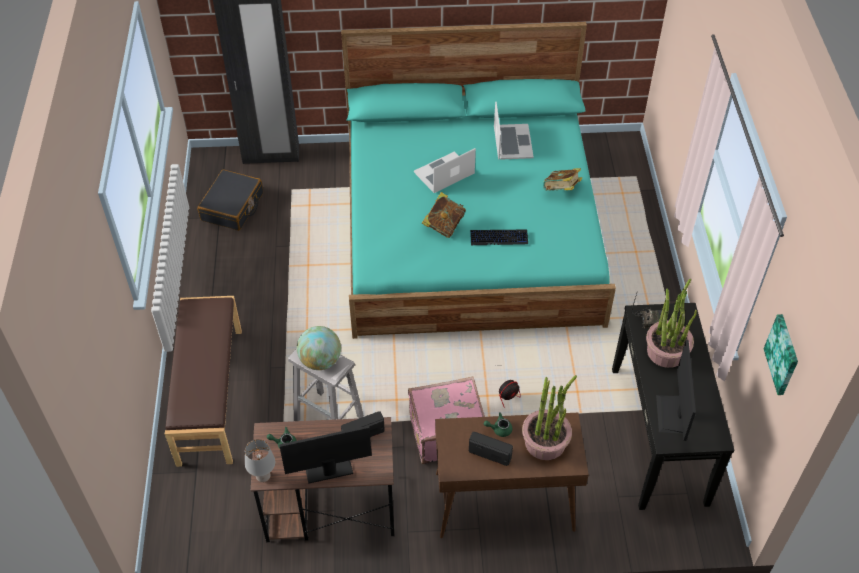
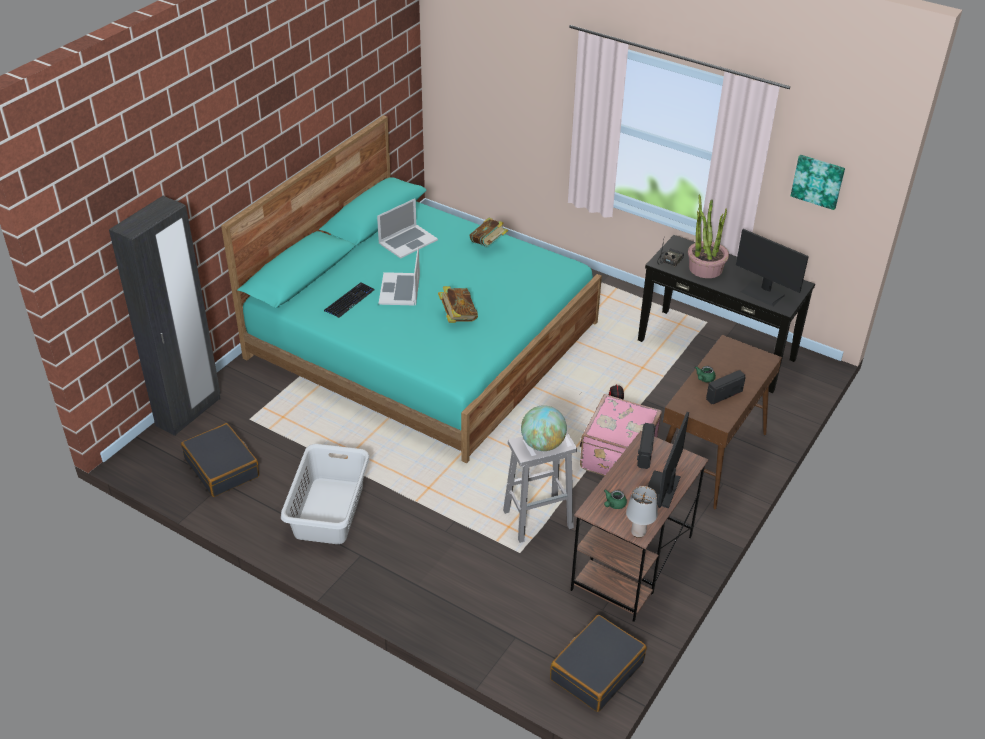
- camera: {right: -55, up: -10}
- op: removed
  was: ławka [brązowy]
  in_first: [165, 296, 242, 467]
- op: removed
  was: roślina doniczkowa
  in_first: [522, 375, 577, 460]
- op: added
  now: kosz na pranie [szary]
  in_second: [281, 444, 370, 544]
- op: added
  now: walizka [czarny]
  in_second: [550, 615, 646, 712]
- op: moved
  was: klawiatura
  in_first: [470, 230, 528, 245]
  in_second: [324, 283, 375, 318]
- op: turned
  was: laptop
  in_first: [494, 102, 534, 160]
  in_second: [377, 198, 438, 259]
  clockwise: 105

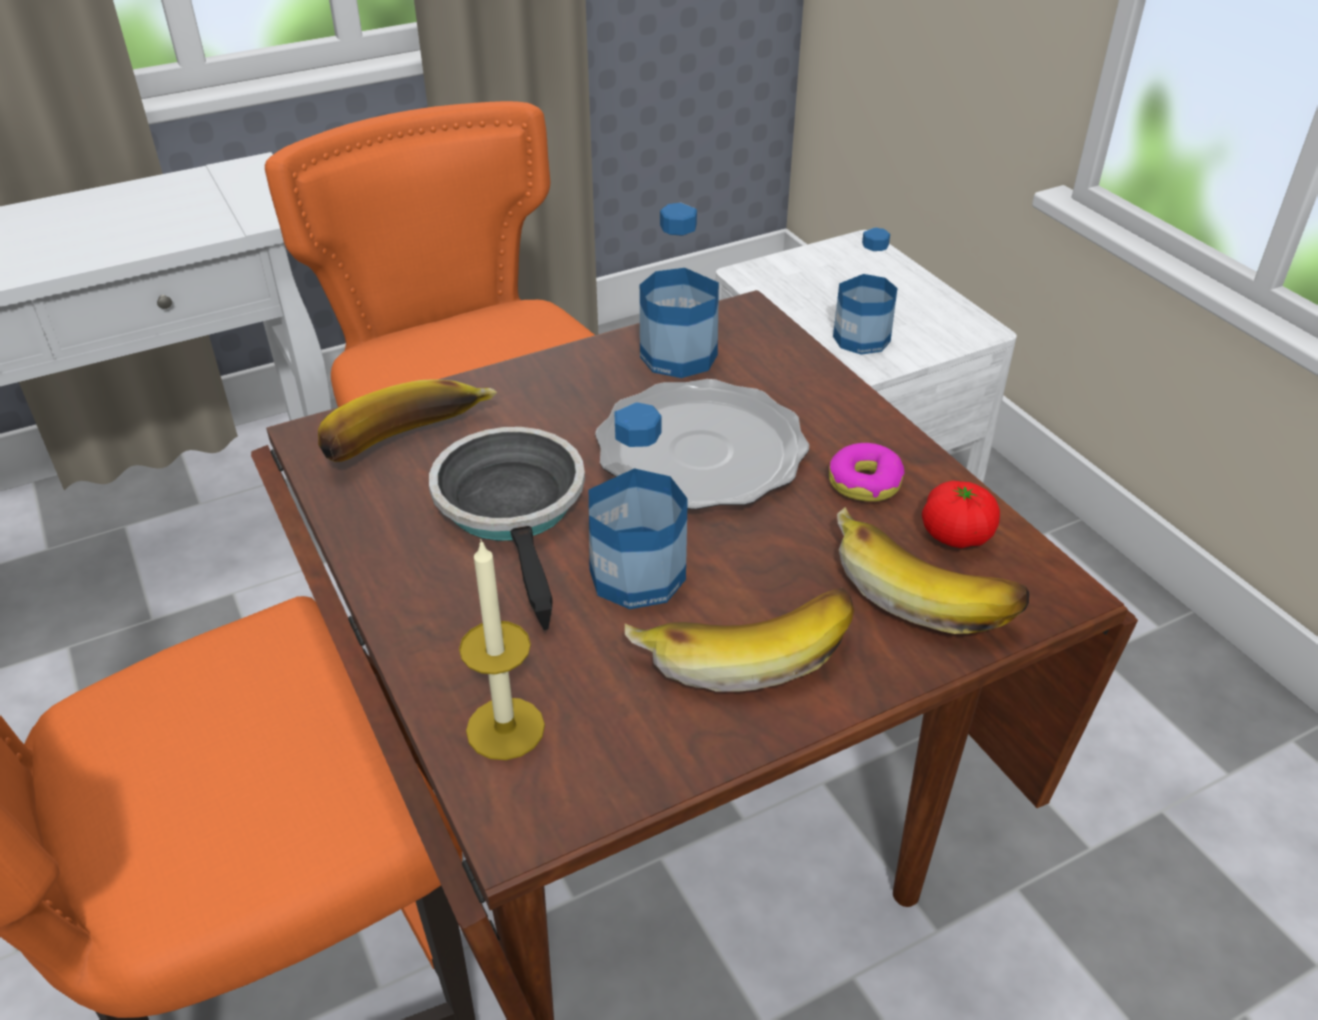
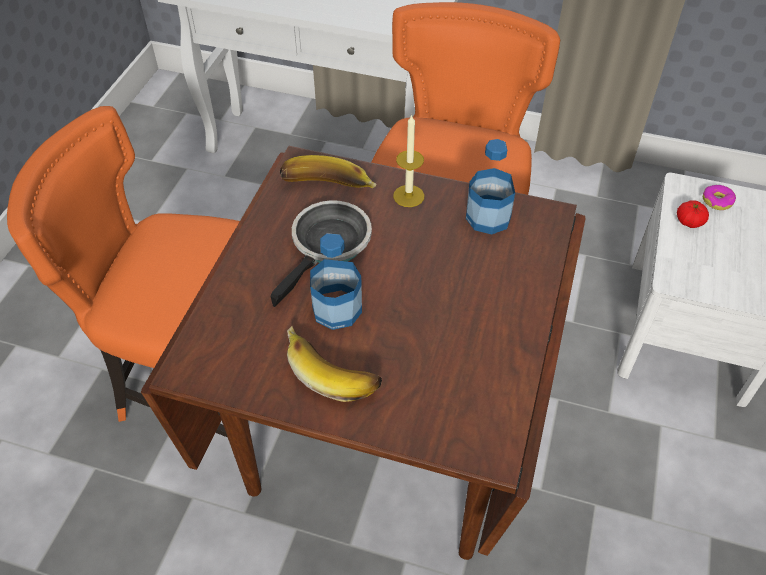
- camera: {right: 45, up: 10}
- op: removed
  was: talerz
  in_first: [595, 379, 809, 510]
- op: removed
  was: butelka
  in_first: [833, 228, 897, 354]
- op: removed
  was: banan
  in_first: [837, 507, 1029, 634]
- op: moved
  was: świeca
  in_first: [459, 539, 545, 760]
  in_second: [393, 114, 424, 207]
- op: moved
  was: donut
  in_first: [829, 443, 905, 502]
  in_second: [703, 185, 736, 210]
- op: moved
  was: pomidor
  in_first: [922, 481, 1000, 548]
  in_second: [677, 200, 709, 228]

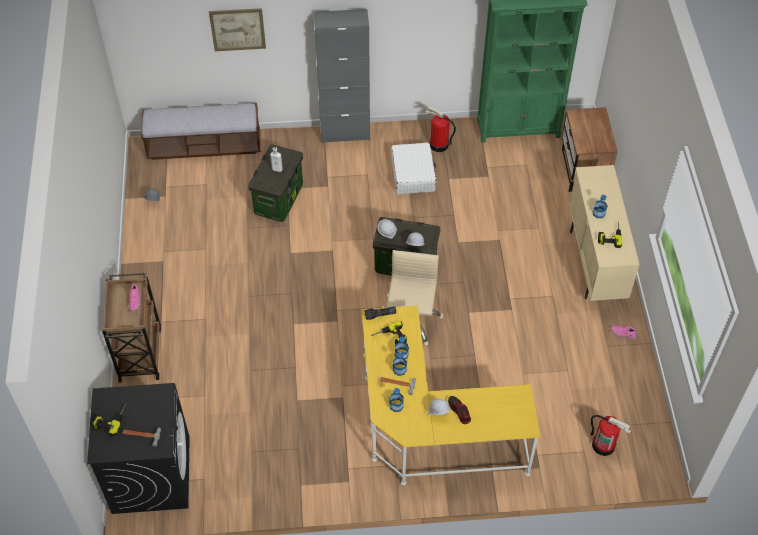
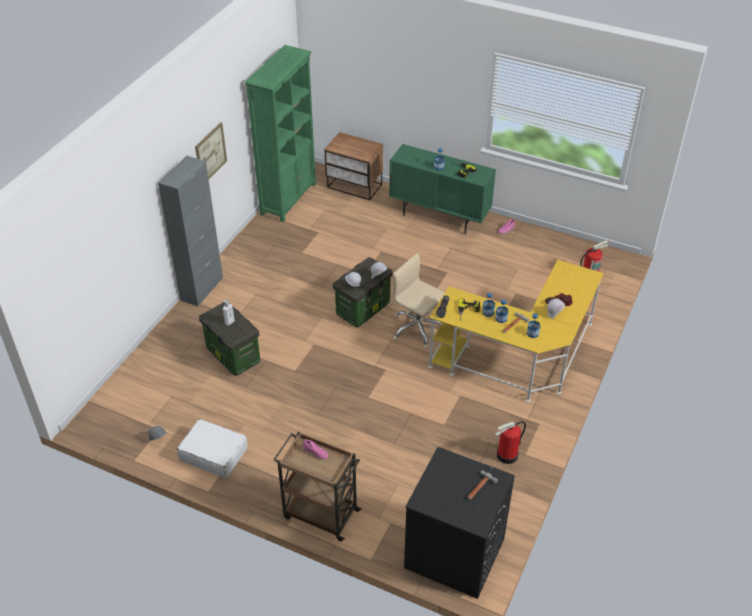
- camera: {right: -60, up: -10}
- op: removed
  was: wiertarka
  in_first: [92, 404, 126, 436]
- op: removed
  was: ławka
  in_first: [141, 103, 261, 160]
- op: moved
  was: obraz
  in_first: [209, 8, 266, 51]
  in_second: [195, 122, 227, 179]
- op: moved
  was: walizka [biały]
  in_first: [391, 142, 436, 194]
  in_second: [177, 419, 248, 478]
- op: moved
  was: gaśnica
  in_first: [425, 106, 456, 152]
  in_second: [495, 421, 526, 464]
- op: recoloured
  was: szafka [beżowy]
  now: szafka [zielony]
  in_first: [568, 165, 640, 301]
  in_second: [389, 144, 496, 234]

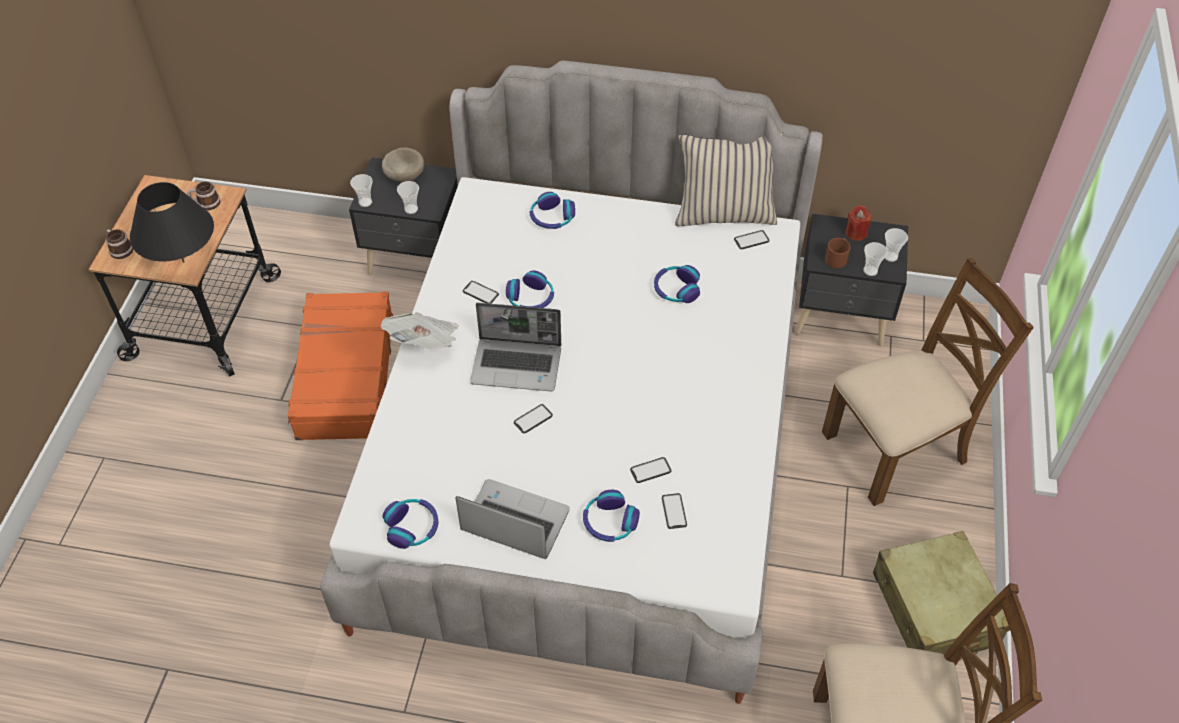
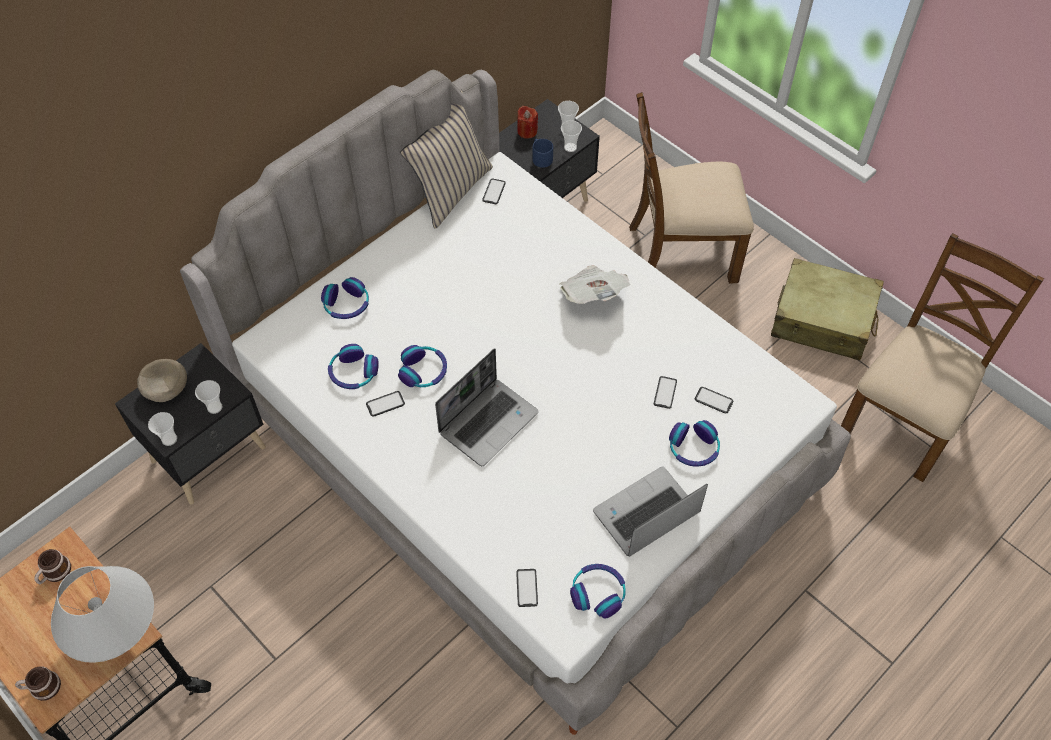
- camera: {right: -55, up: 5}
- op: removed
  was: walizka [pomarańczowy]
  in_first: [288, 291, 393, 440]
- op: moved
  was: gazeta
  in_first: [381, 312, 459, 349]
  in_second: [559, 265, 630, 304]
- op: moved
  was: telefon
  in_first: [514, 404, 553, 433]
  in_second: [516, 569, 538, 607]
- op: moved
  was: słuchawki
  in_first: [654, 265, 700, 303]
  in_second: [328, 344, 379, 389]
- op: recoloured
  was: lampa stołowa [czarny]
  now: lampa stołowa [biały]
  in_first: [130, 182, 214, 263]
  in_second: [51, 566, 154, 663]
- op: recoloured
  was: kubek [brązowy]
  now: kubek [niebieski]
  in_first: [825, 238, 850, 268]
  in_second: [532, 139, 553, 168]
- op: turned
  was: krzesło [brązowy]
  in_first: [822, 258, 1034, 506]
  in_second: [629, 92, 754, 284]
  clockwise: -105

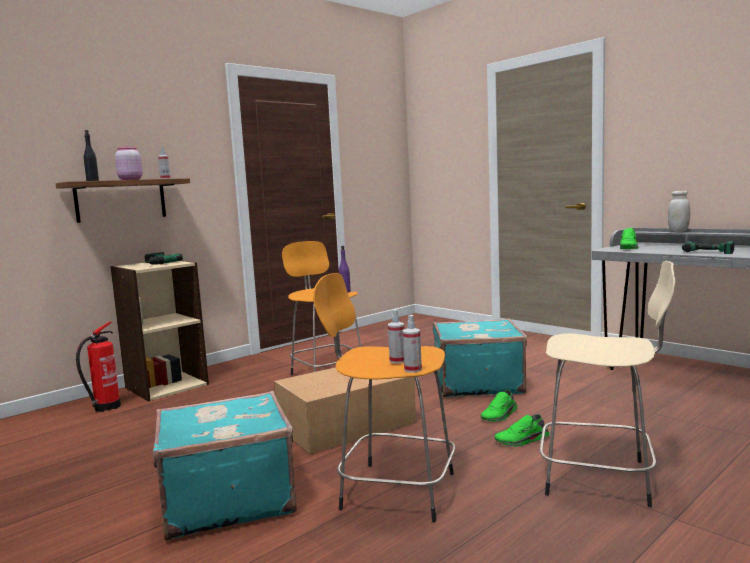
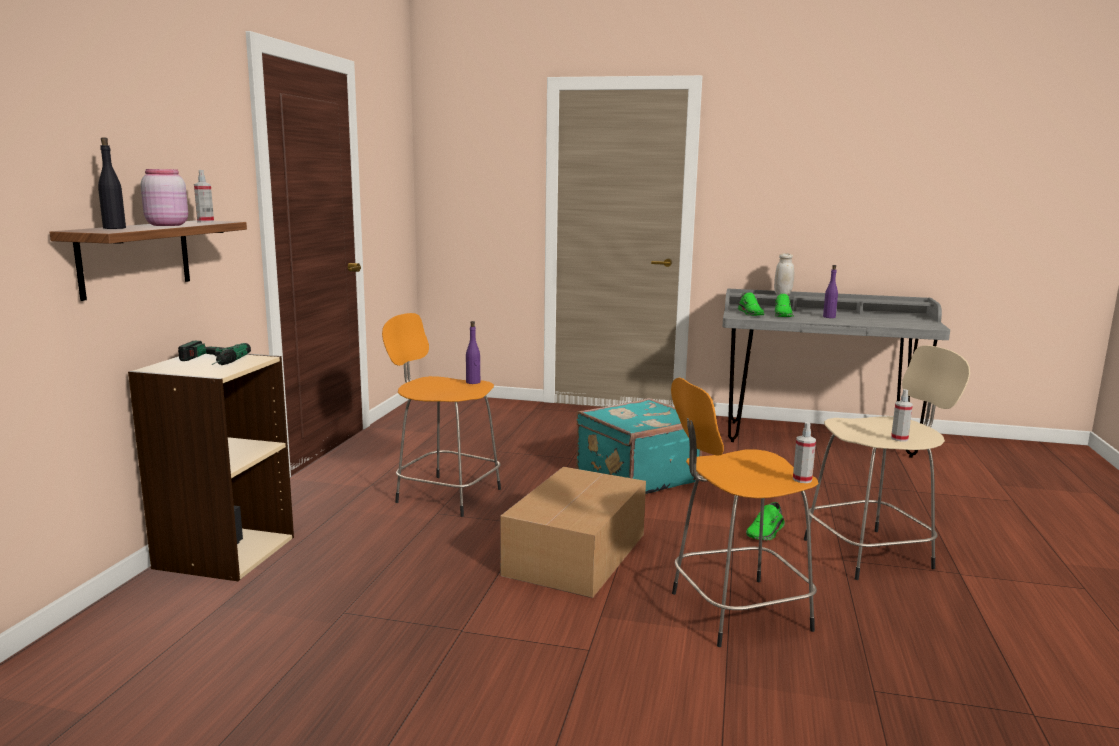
- camera: {right: -35, up: 5}
- op: removed
  was: gaśnica
  in_first: [76, 322, 121, 412]
- op: removed
  was: walizka [turkusowy]
  in_first: [153, 391, 297, 541]
- op: moved
  was: spryskiwacz
  in_first: [388, 310, 404, 364]
  in_second: [891, 389, 913, 442]
- op: moved
  was: but [zielony]
  in_first: [481, 390, 518, 422]
  in_second: [775, 294, 794, 317]
- op: replaced
  was: wiertarka
  now: butelka [fioletowy]
  in_first: [682, 240, 735, 254]
  in_second: [823, 265, 838, 318]

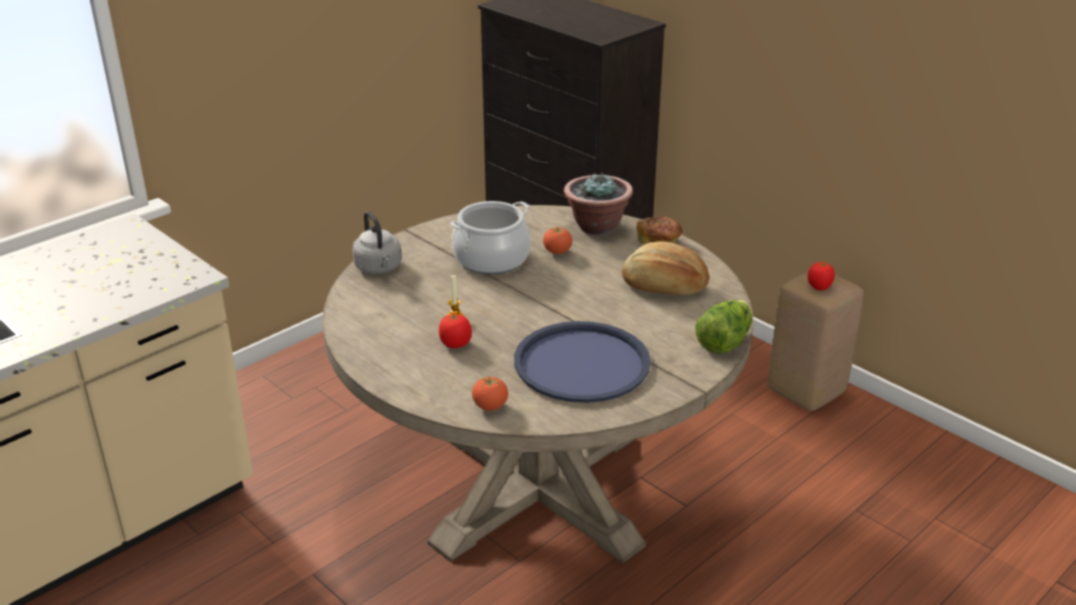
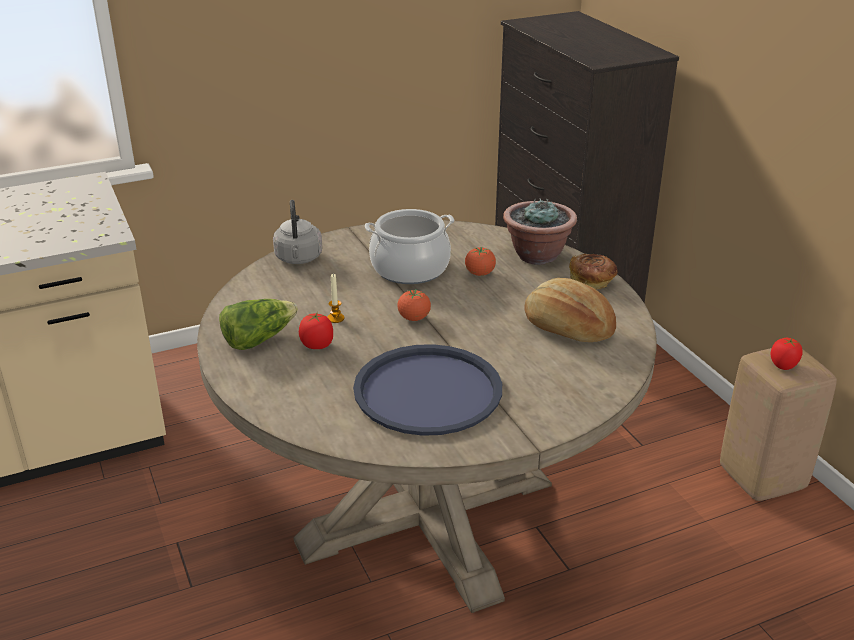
- camera: {right: 20, up: 0}
- op: moved
  was: pomidor
  in_first: [472, 376, 508, 411]
  in_second: [397, 289, 431, 321]
- op: moved
  was: sałata
  in_first: [695, 300, 752, 354]
  in_second: [219, 299, 298, 350]

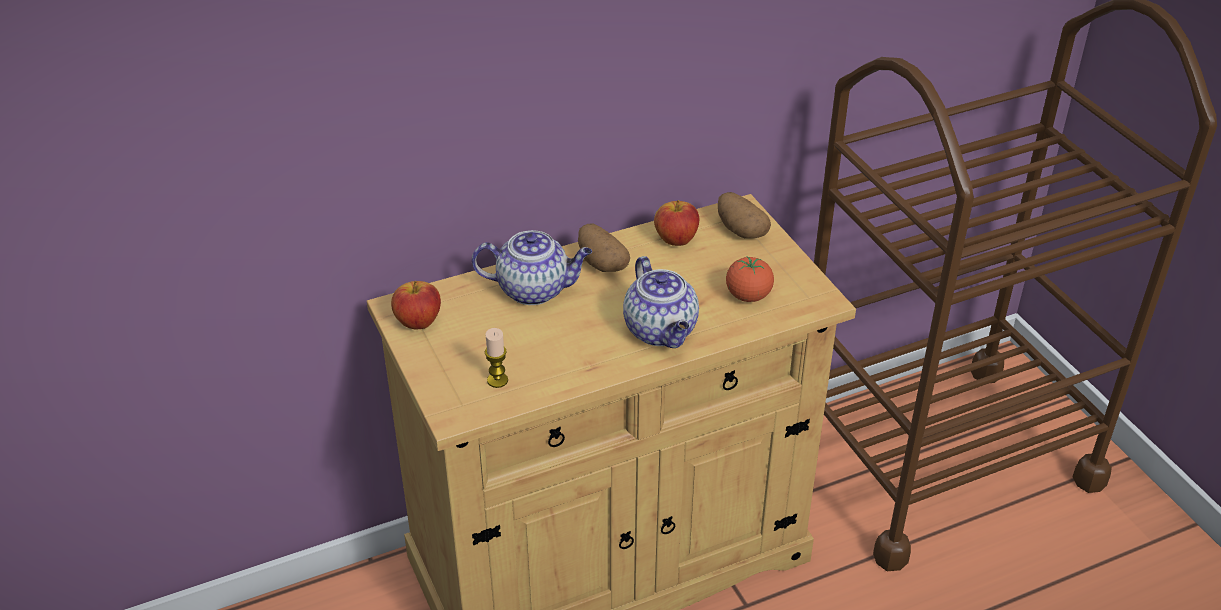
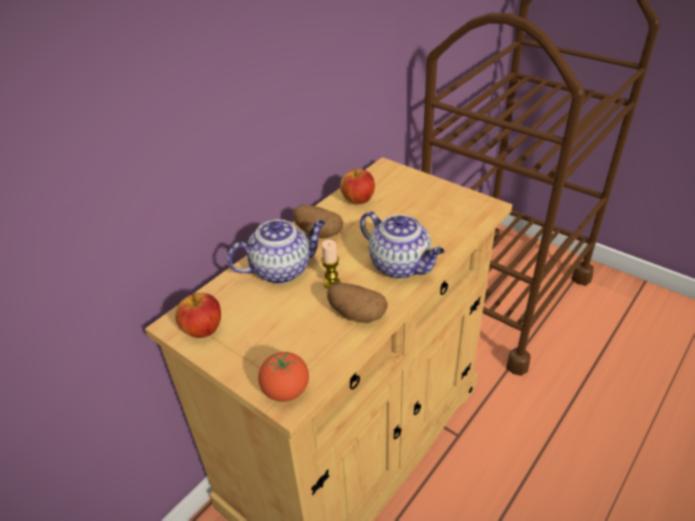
- camera: {right: -25, up: 0}
- op: moved
  was: świeca
  in_first: [485, 328, 508, 388]
  in_second: [321, 240, 341, 289]
- op: moved
  was: ziemniak
  in_first: [718, 192, 771, 238]
  in_second: [327, 283, 388, 323]
- op: moved
  was: pomidor
  in_first: [726, 256, 774, 302]
  in_second: [258, 352, 309, 402]

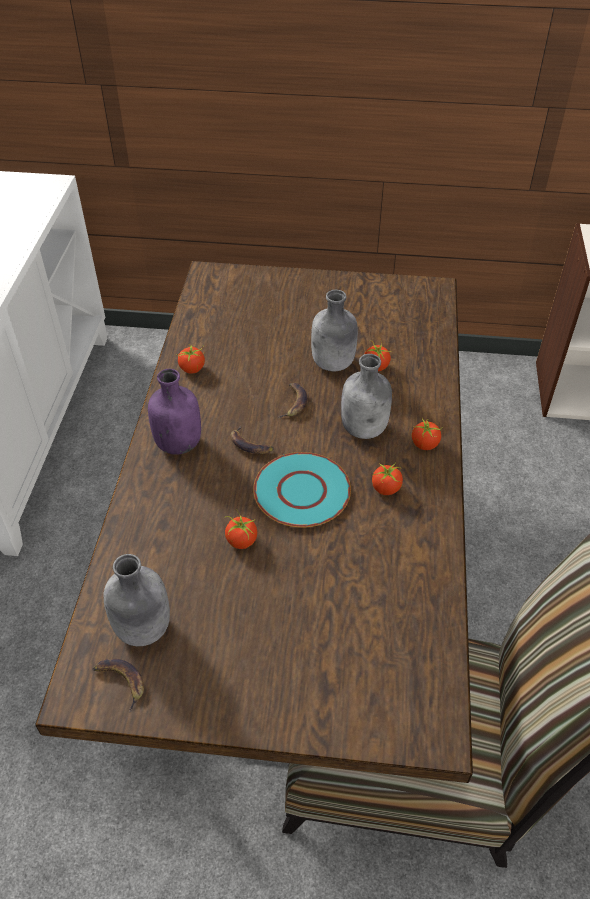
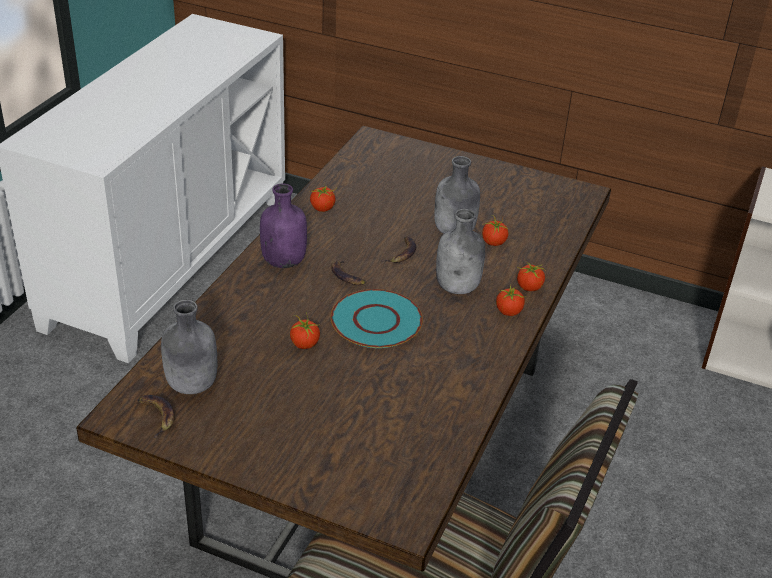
- camera: {right: 15, up: -10}
- op: moved
  was: pomidor
  in_first: [372, 463, 403, 495]
  in_second: [517, 262, 545, 291]

